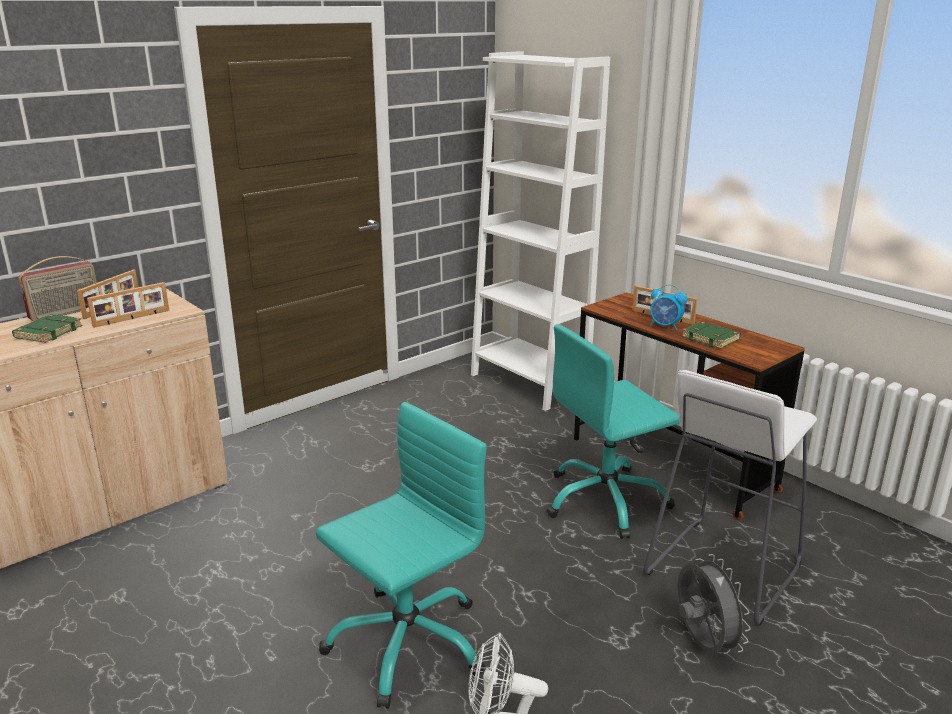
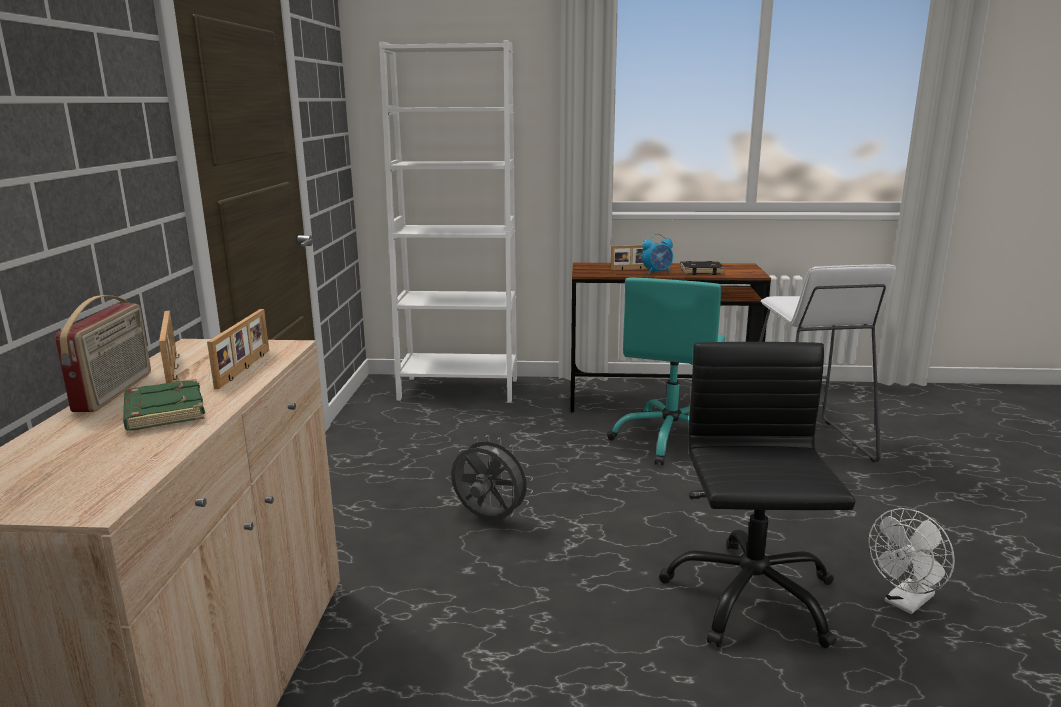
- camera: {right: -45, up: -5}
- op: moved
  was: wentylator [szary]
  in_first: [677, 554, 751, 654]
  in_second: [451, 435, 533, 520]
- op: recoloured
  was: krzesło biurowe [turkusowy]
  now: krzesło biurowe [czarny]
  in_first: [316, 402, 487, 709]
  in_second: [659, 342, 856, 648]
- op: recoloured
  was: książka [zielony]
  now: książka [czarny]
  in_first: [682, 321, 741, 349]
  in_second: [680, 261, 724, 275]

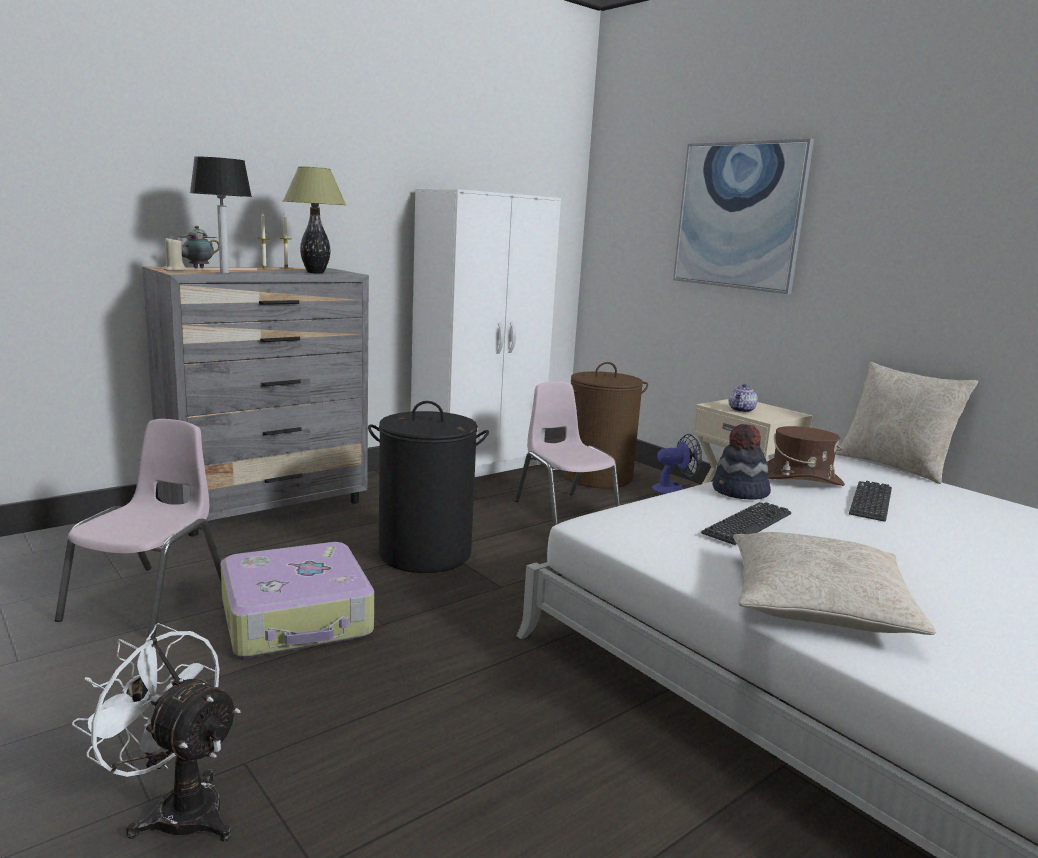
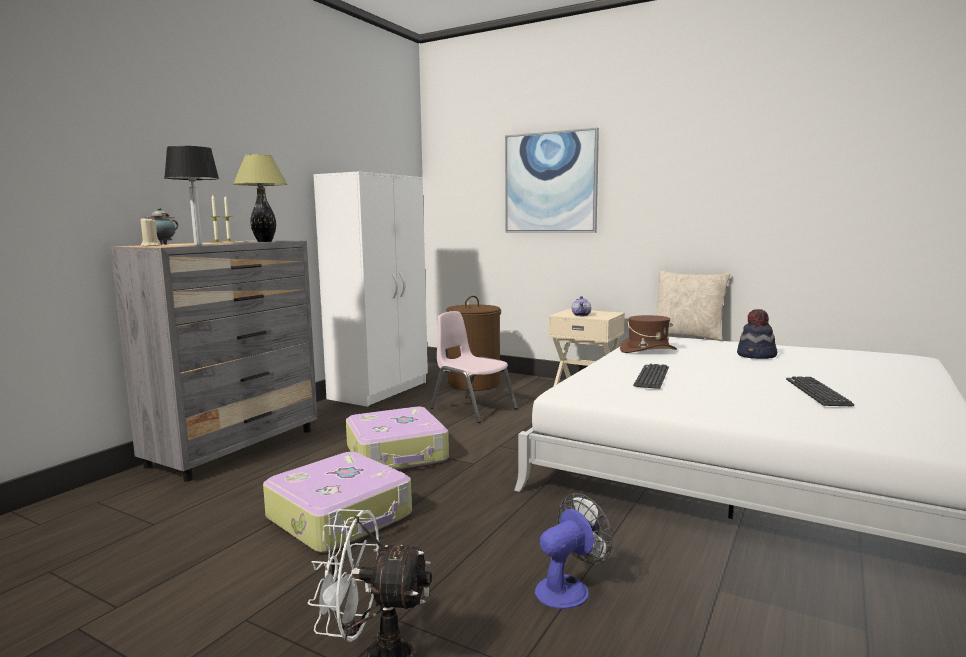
- camera: {right: -20, up: -5}
- op: removed
  was: krzesło [różowy]
  in_first: [55, 419, 221, 638]
- op: removed
  was: poduszka [beżowy]
  in_first: [733, 532, 936, 635]
- op: moved
  was: wentylator
  in_first: [652, 434, 702, 494]
  in_second: [535, 493, 613, 609]
- op: moved
  was: kapelusz
  in_first: [713, 424, 771, 500]
  in_second: [737, 309, 777, 359]
- op: moved
  was: klawiatura
  in_first: [849, 481, 892, 522]
  in_second: [786, 376, 854, 406]
- op: replaced
  was: kosz na pranie [czarny]
  now: walizka
  in_first: [368, 401, 489, 573]
  in_second: [346, 407, 449, 470]

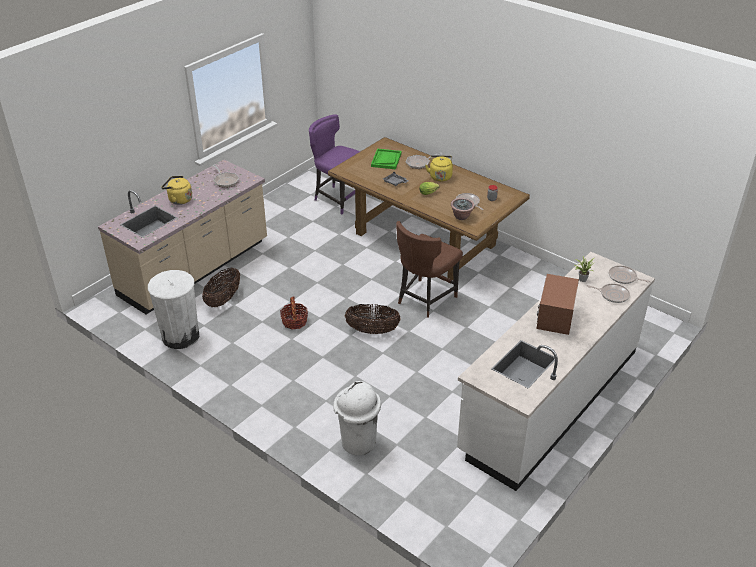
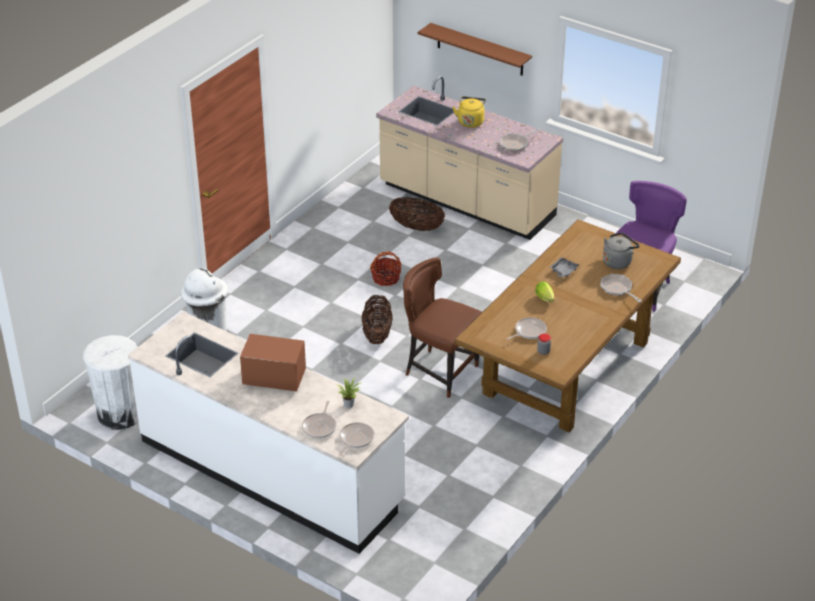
- camera: {right: 85, up: 0}
- op: removed
  was: czajnik [żółty]
  in_first: [425, 155, 453, 182]
- op: removed
  was: roślina doniczkowa
  in_first: [451, 198, 475, 220]
- op: added
  now: półka [brązowy]
  in_second: [417, 23, 532, 76]
- op: moved
  was: kosz na śmieci [biały]
  in_first: [148, 270, 199, 349]
  in_second: [83, 335, 138, 430]
- op: replaced
  was: taca [zielony]
  now: czajnik [szary]
  in_first: [371, 149, 402, 169]
  in_second: [603, 232, 640, 269]

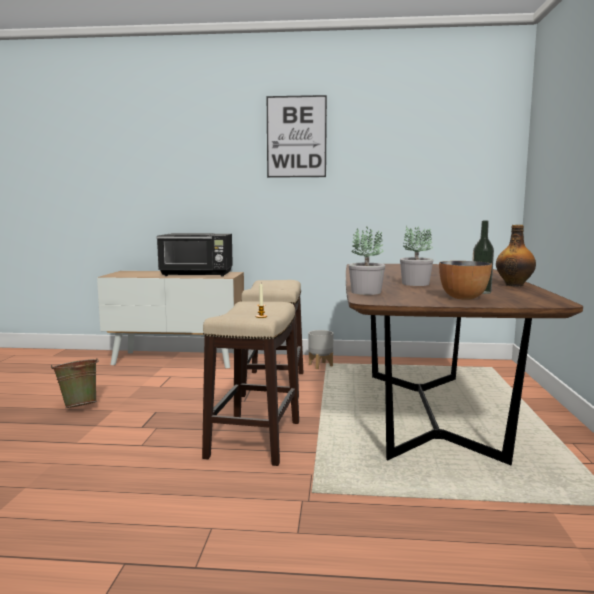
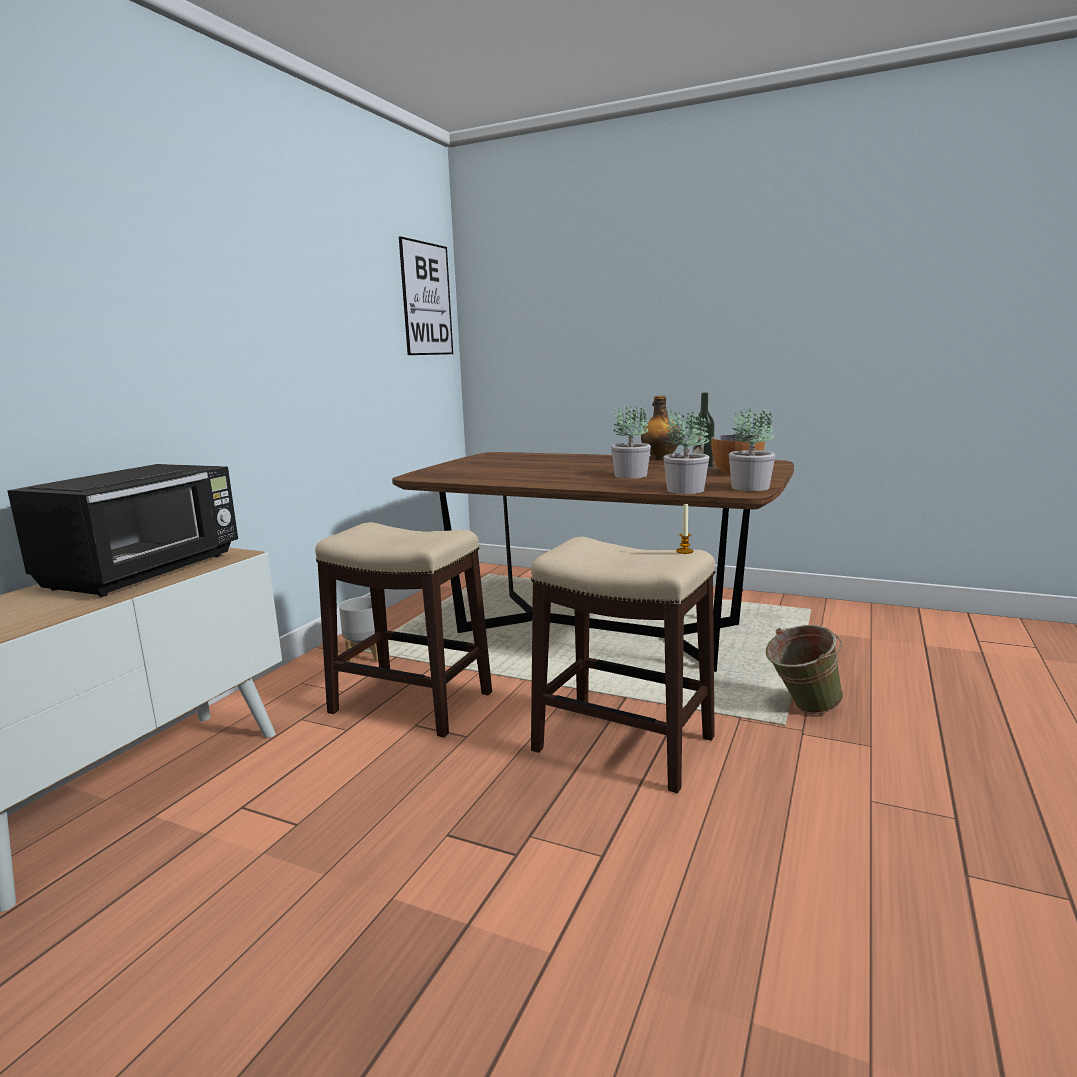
- camera: {right: -70, up: 5}
- op: added
  now: roślina doniczkowa
  in_second: [729, 408, 775, 491]
- op: moved
  was: wiadro [zielony]
  in_first: [51, 358, 99, 408]
  in_second: [766, 625, 843, 714]
- op: moved
  was: obraz
  in_first: [267, 95, 327, 177]
  in_second: [399, 236, 453, 355]

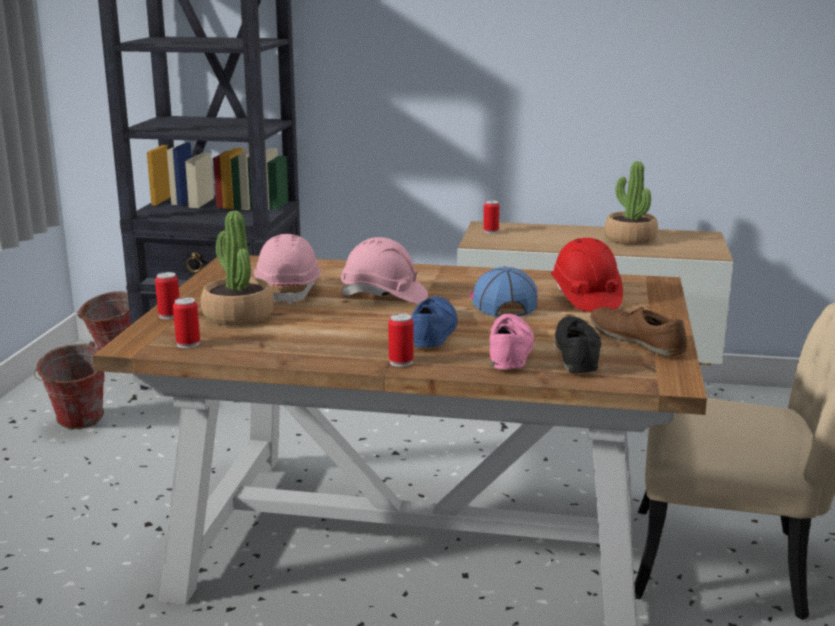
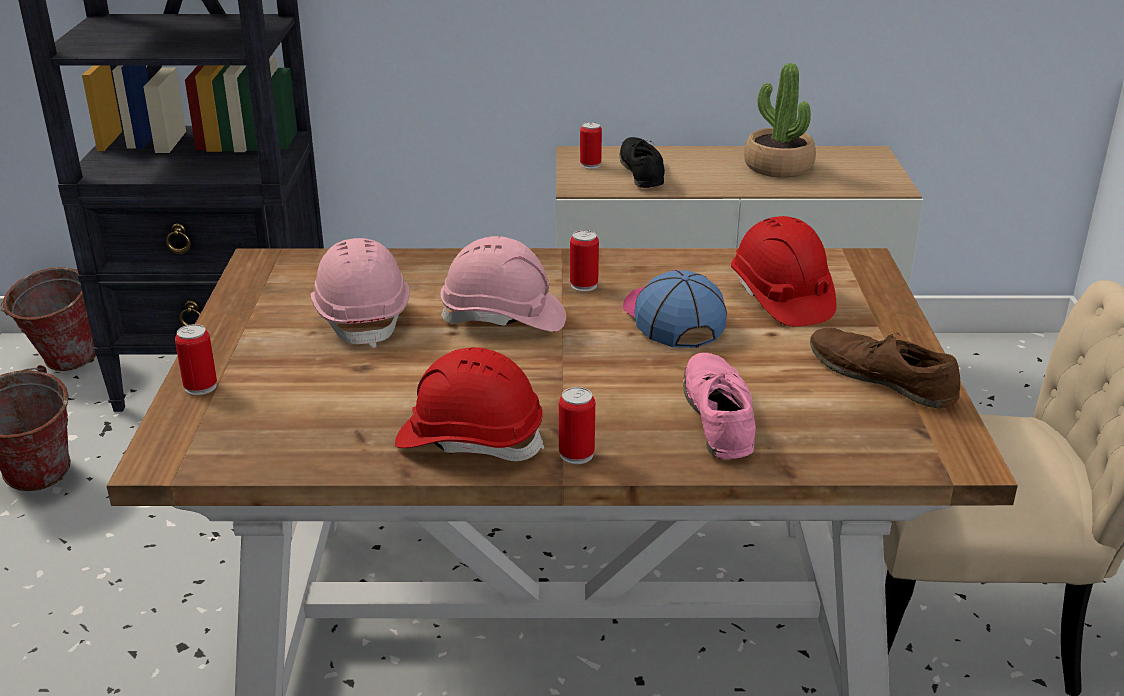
- camera: {right: -10, up: 10}
- op: removed
  was: roślina doniczkowa
  in_first: [201, 211, 274, 326]
- op: removed
  was: but [niebieski]
  in_first: [411, 296, 458, 348]
- op: added
  now: kask [czerwony]
  in_second: [395, 347, 545, 461]
- op: moved
  was: puszka
  in_first: [173, 297, 200, 348]
  in_second: [570, 230, 599, 292]
- op: moved
  was: but [czarny]
  in_first: [554, 316, 601, 373]
  in_second: [619, 137, 665, 188]

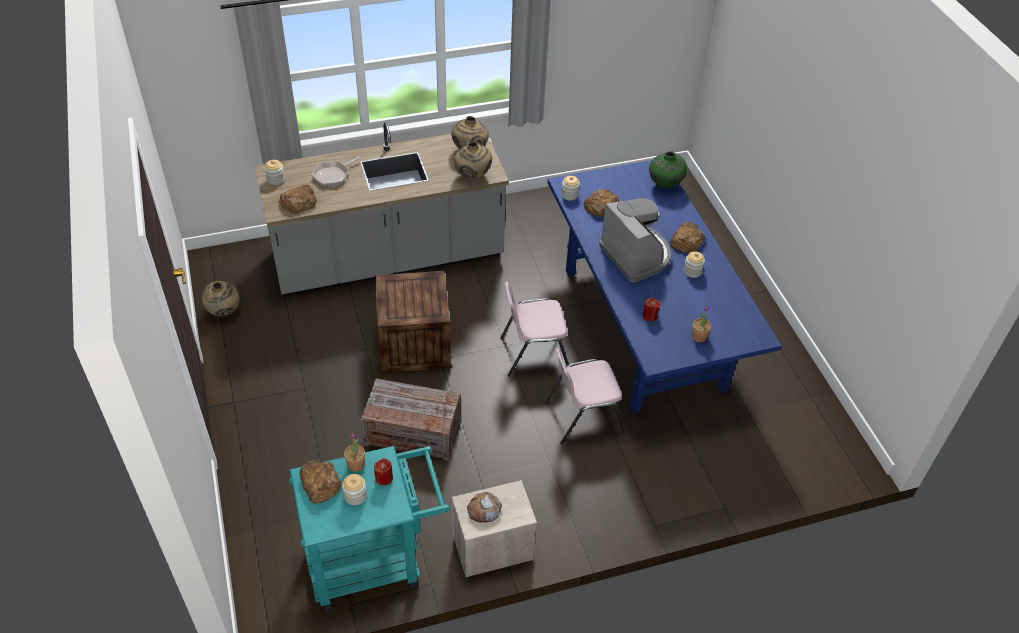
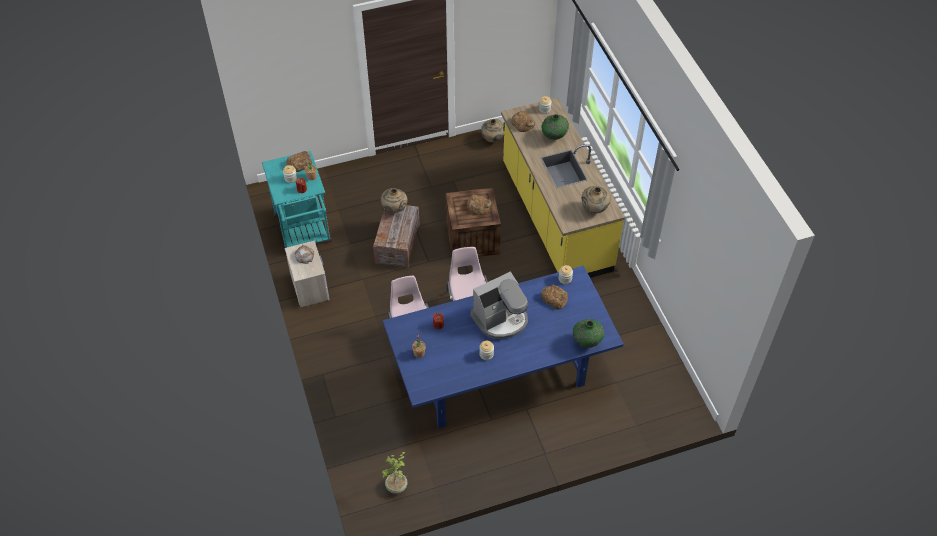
- camera: {right: 90, up: 5}
- op: added
  now: roślina doniczkowa
  in_second: [381, 452, 407, 494]
- op: moved
  was: wazon [beżowy]
  in_first: [454, 142, 492, 179]
  in_second: [381, 188, 407, 213]
- op: moved
  was: chleb
  in_first: [670, 222, 705, 253]
  in_second: [467, 194, 492, 215]
- op: replaced
  was: patelnia
  now: wazon [zielony]
  in_first: [311, 156, 362, 187]
  in_second: [541, 114, 569, 140]
- op: recoloured
  was: zabudowa kuchenna [szary]
  now: zabudowa kuchenna [żółty]
  in_first: [255, 122, 509, 296]
  in_second: [501, 98, 625, 278]

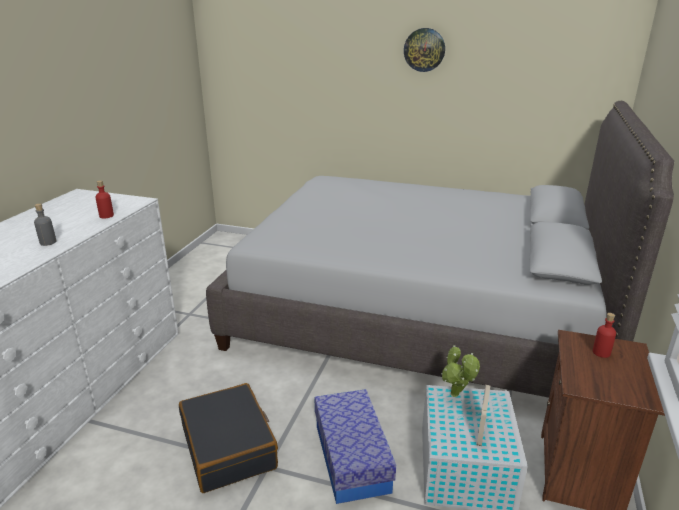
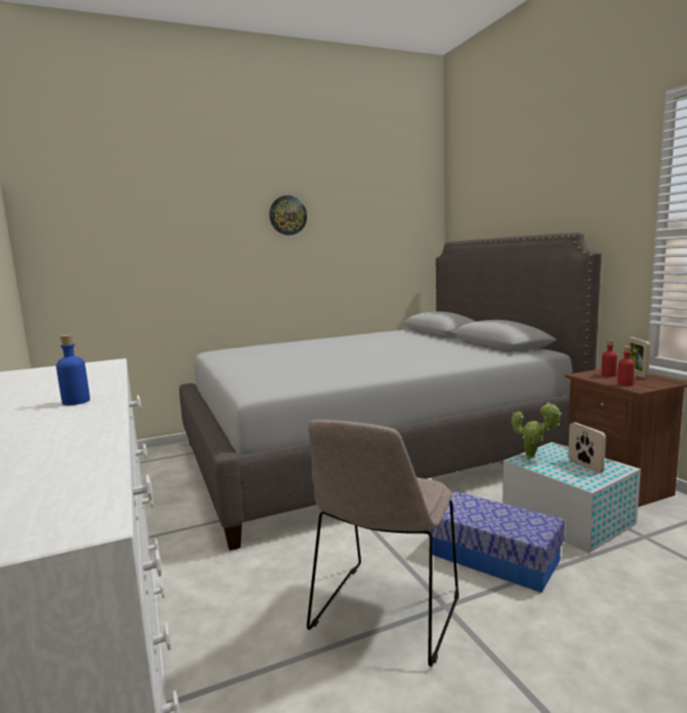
- camera: {right: -40, up: -15}
- op: added
  now: ramka na zdjęcie
  in_second: [626, 337, 651, 378]
- op: moved
  was: butelka [czerwony]
  in_first: [95, 180, 114, 218]
  in_second: [618, 346, 635, 386]
- op: replaced
  was: walizka [czarny]
  now: krzesło [beżowy]
  in_first: [179, 383, 278, 493]
  in_second: [307, 420, 459, 667]
- op: recoloured
  was: butelka [szary]
  now: butelka [niebieski]
  in_first: [34, 203, 56, 246]
  in_second: [56, 334, 90, 405]

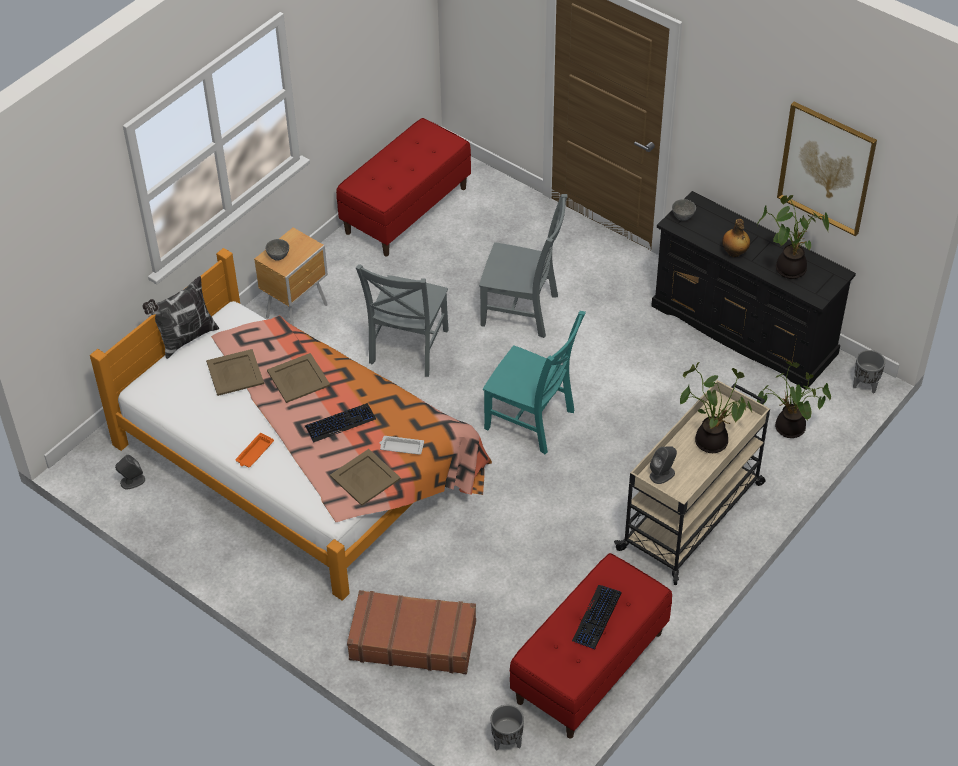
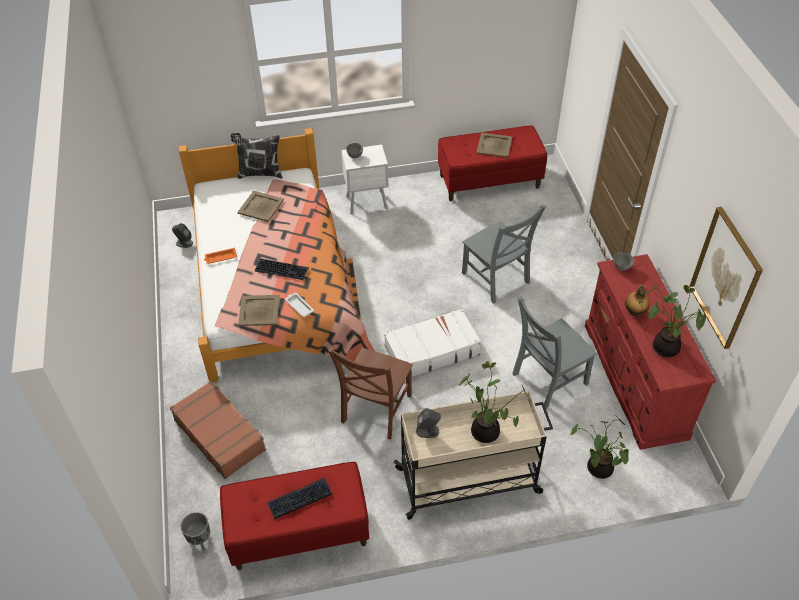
- camera: {right: 40, up: 0}
- op: removed
  was: donica [szary]
  in_first: [853, 350, 885, 394]
- op: added
  now: krzesło [brązowy]
  in_second: [328, 347, 413, 439]
- op: moved
  was: taca [beżowy]
  in_first: [267, 353, 330, 403]
  in_second: [476, 133, 512, 158]
- op: moved
  was: krzesło [szary]
  in_first: [356, 264, 449, 377]
  in_second: [512, 296, 597, 409]
- op: replaced
  was: krzesło [turkusowy]
  now: walizka [biały]
  in_first: [483, 311, 586, 454]
  in_second: [384, 309, 481, 378]
- op: recoloured
  was: szafka nocna [brązowy]
  now: szafka nocna [biały]
  in_first: [254, 228, 328, 326]
  in_second: [341, 145, 388, 215]
- op: recoloured
  was: komoda [czarny]
  now: komoda [czerwony]
  in_first: [651, 191, 856, 390]
  in_second: [585, 254, 716, 450]

